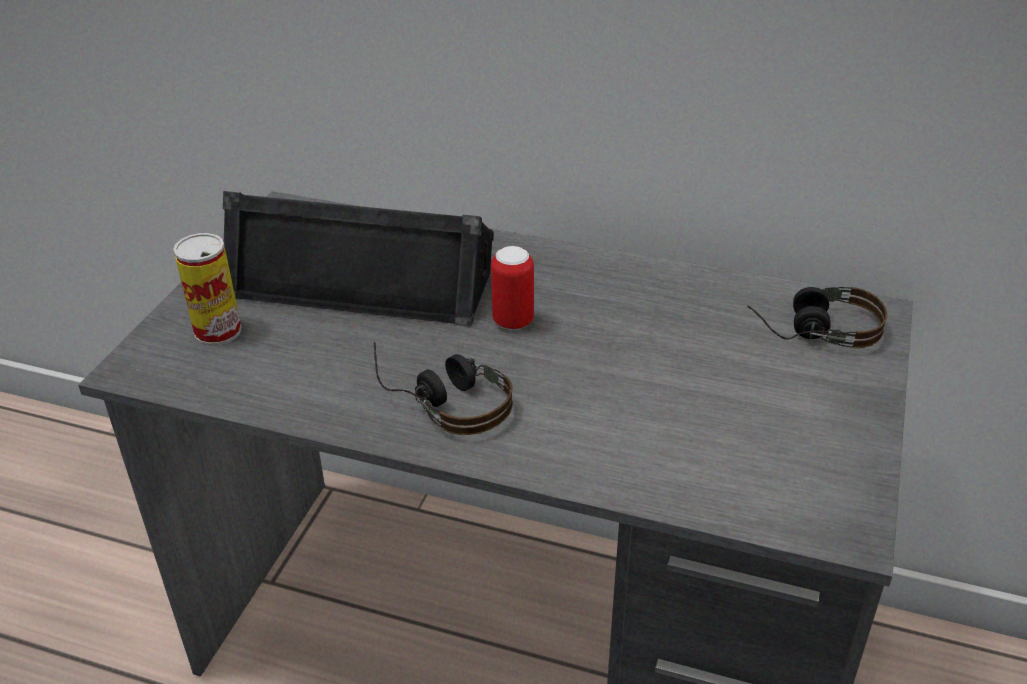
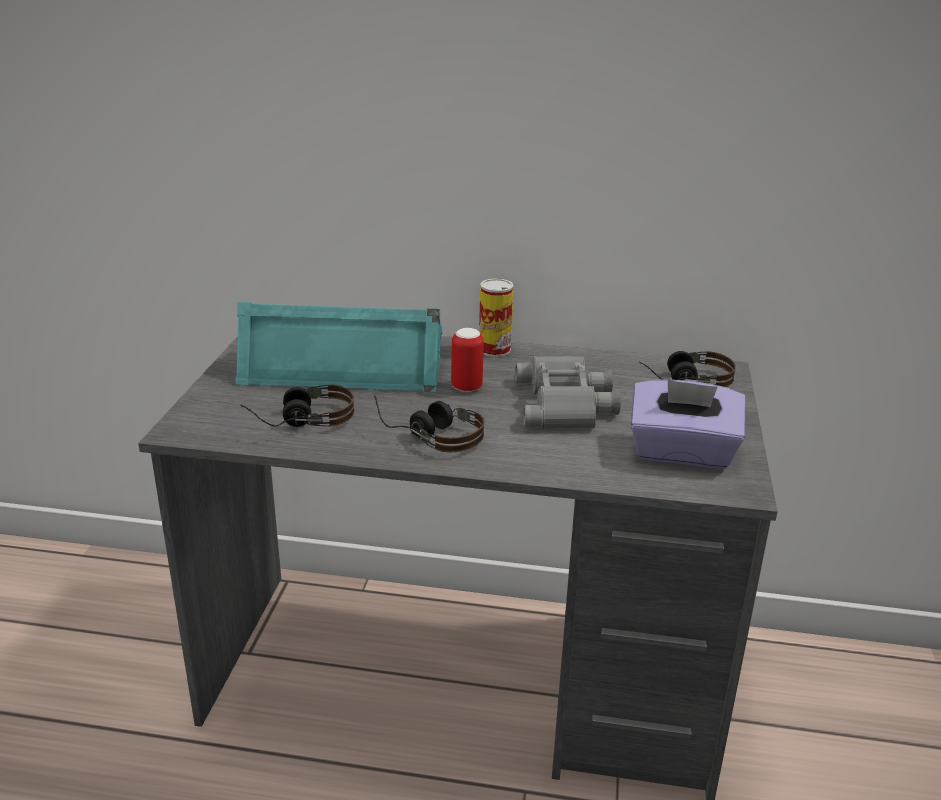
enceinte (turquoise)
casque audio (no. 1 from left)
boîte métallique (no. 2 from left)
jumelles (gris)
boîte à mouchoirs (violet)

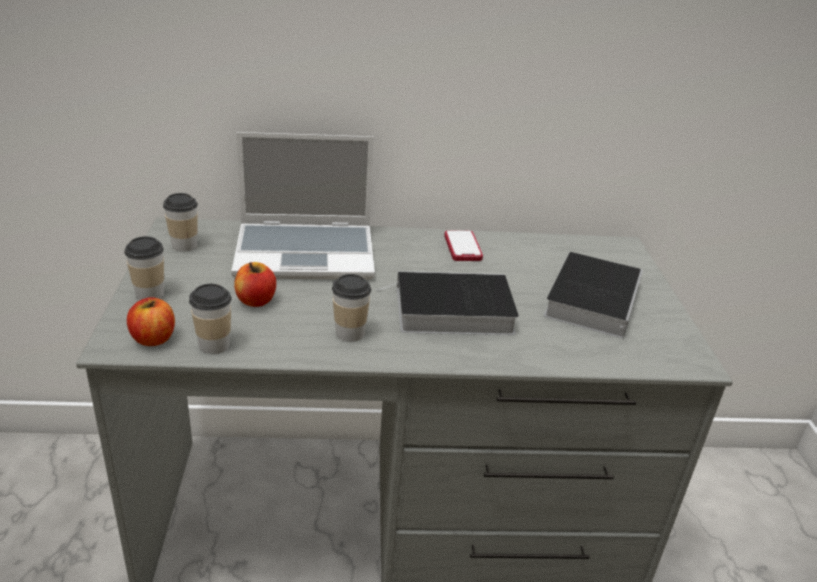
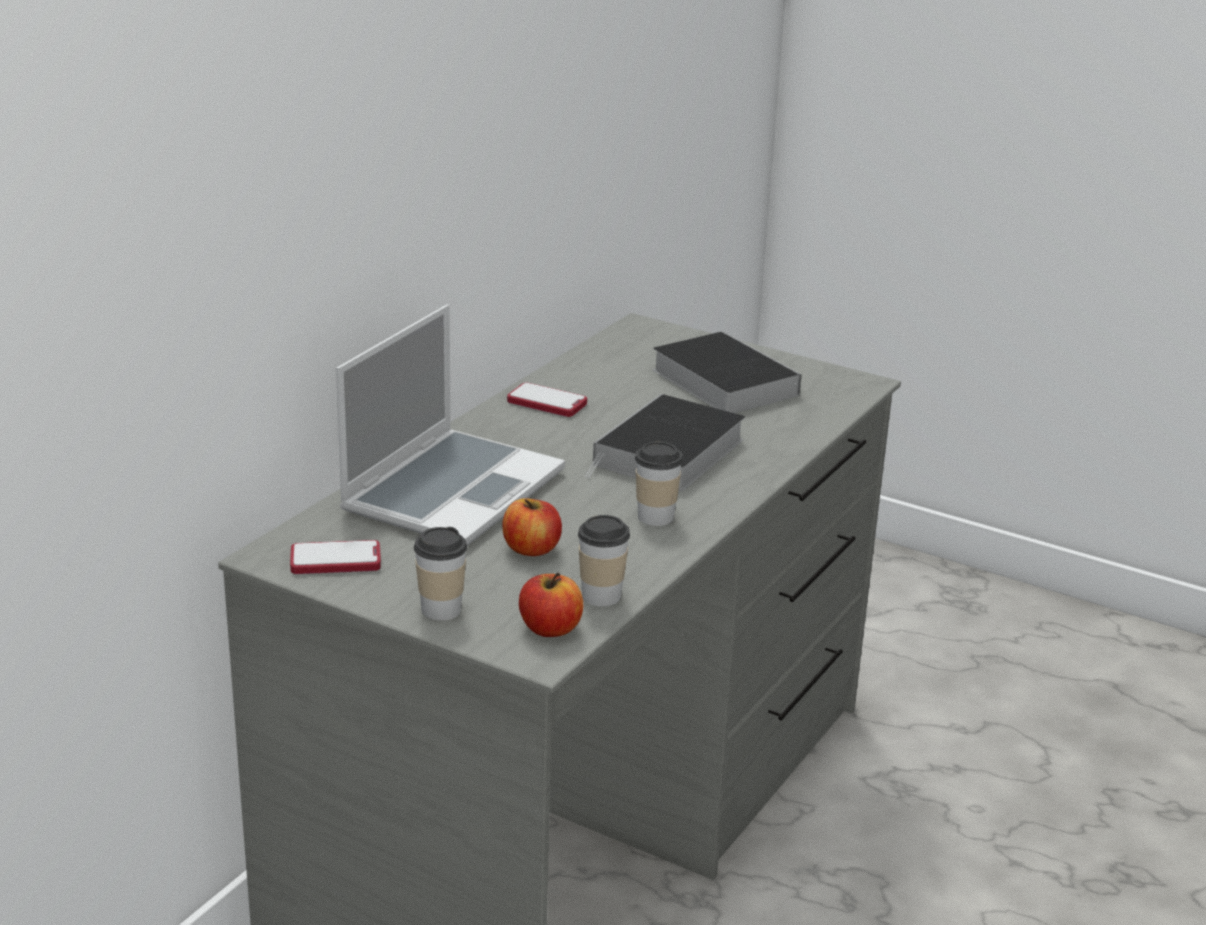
téléphone (no. 1 from left)

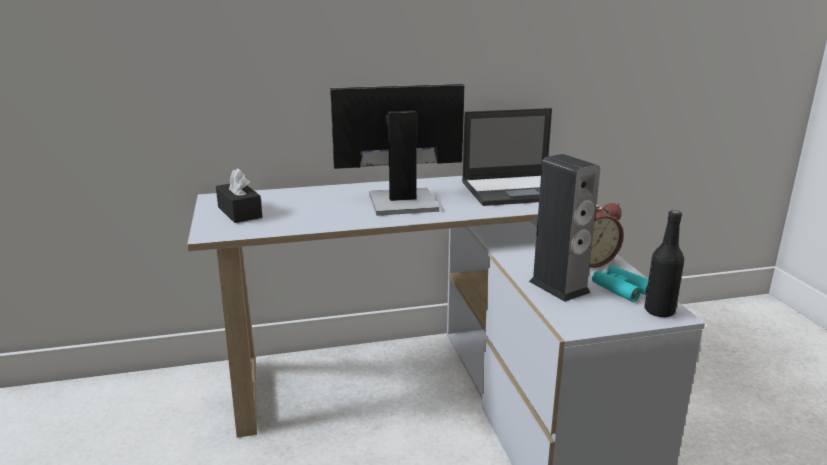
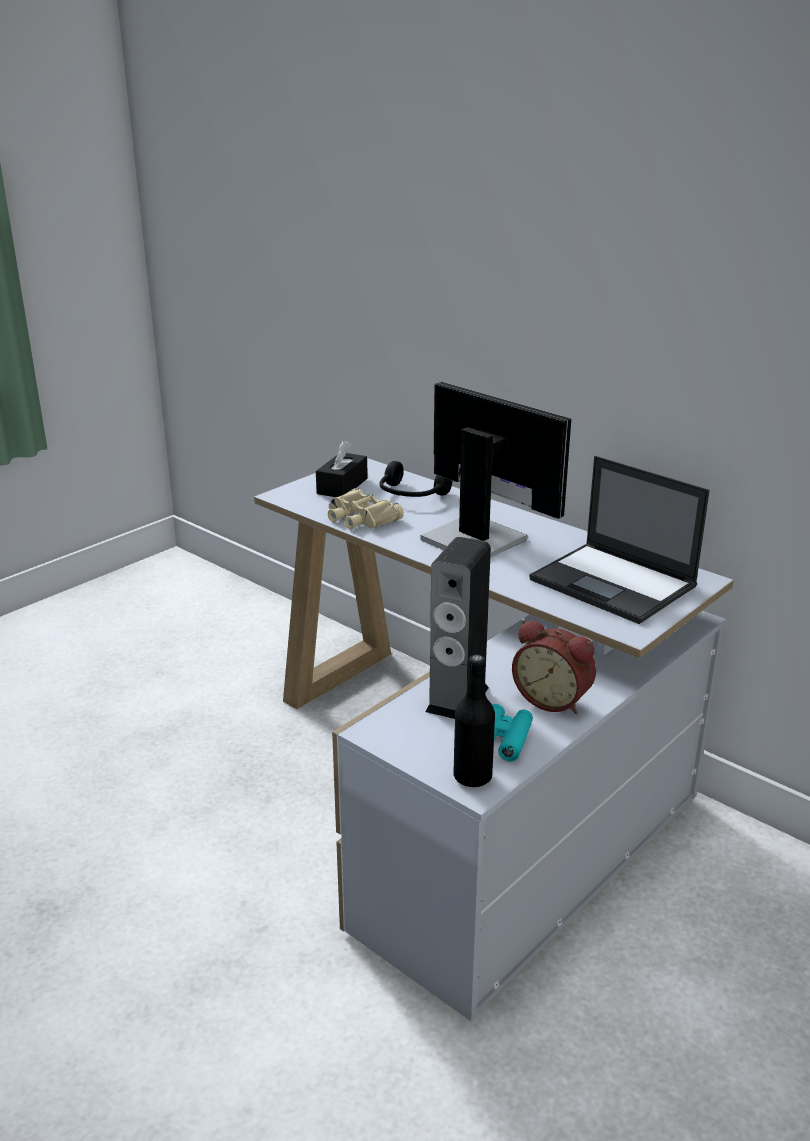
jumelles (beige)
casque audio (noir)

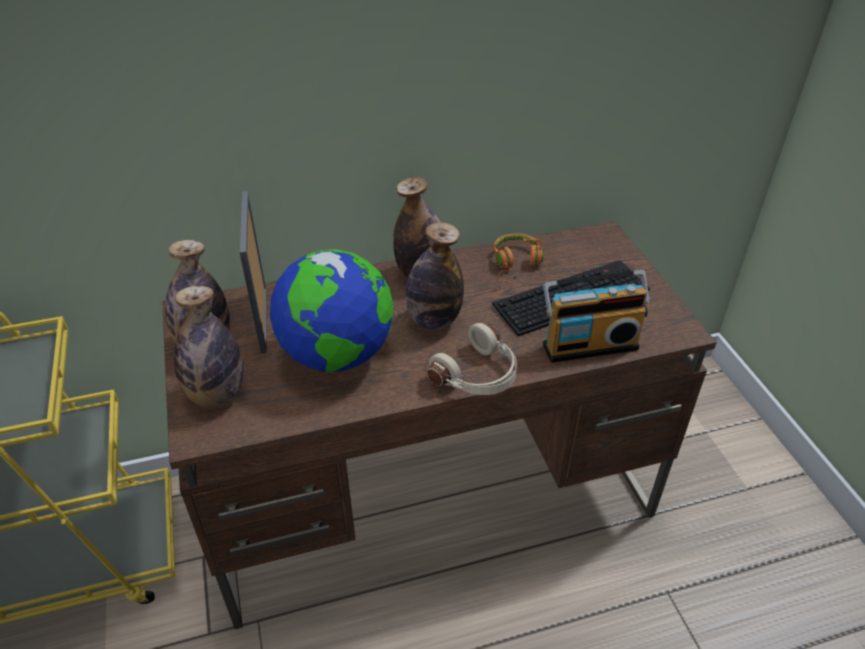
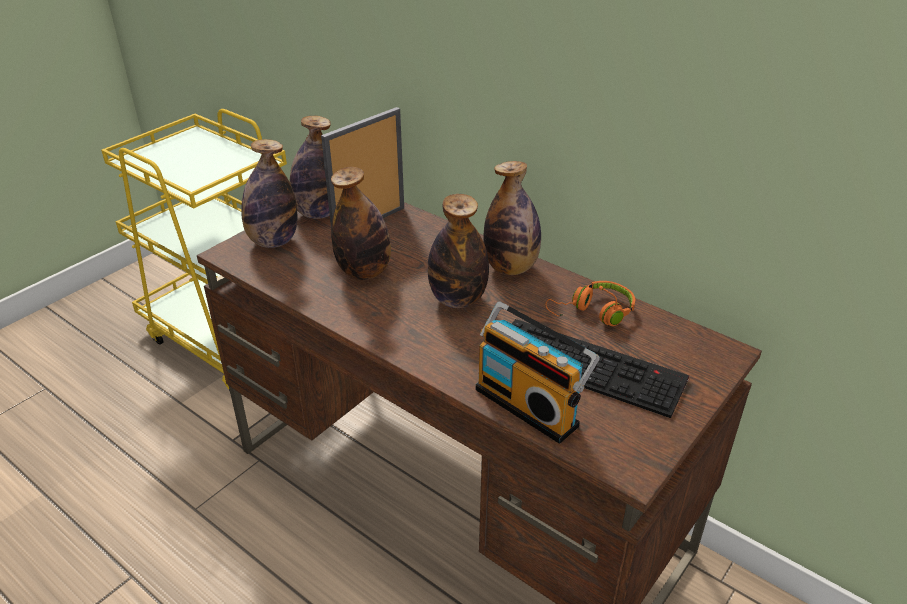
bouteille (no. 3 from left)
casque audio (beige)

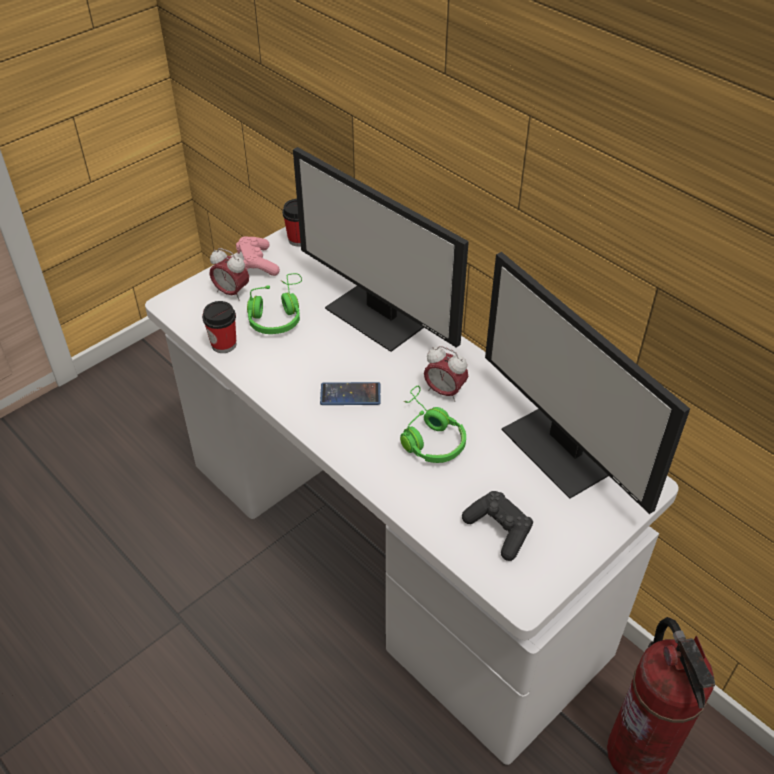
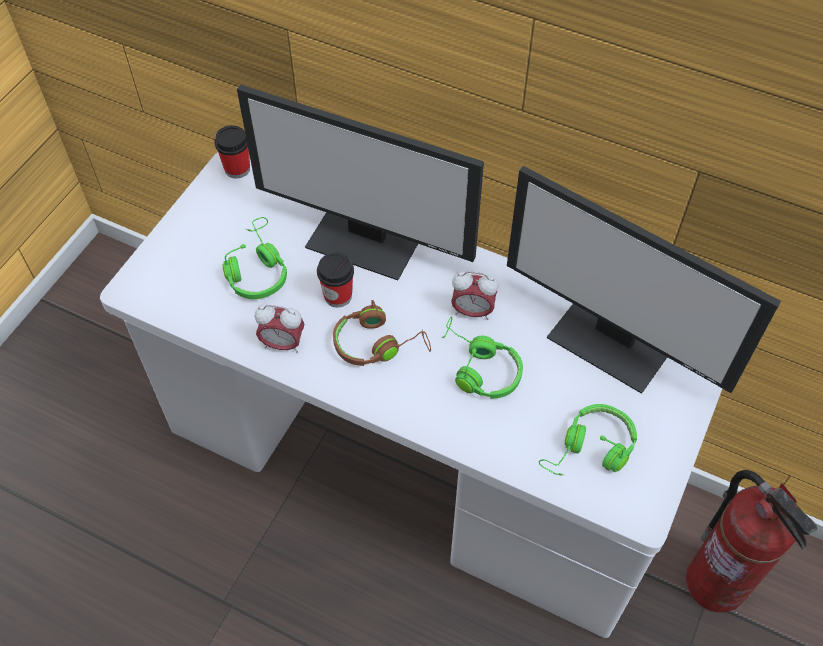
réveil (no. 1 from left)
tasse (no. 2 from left)
casque audio (marron)
casque audio (vert) (no. 3 from left)
manette (rose)

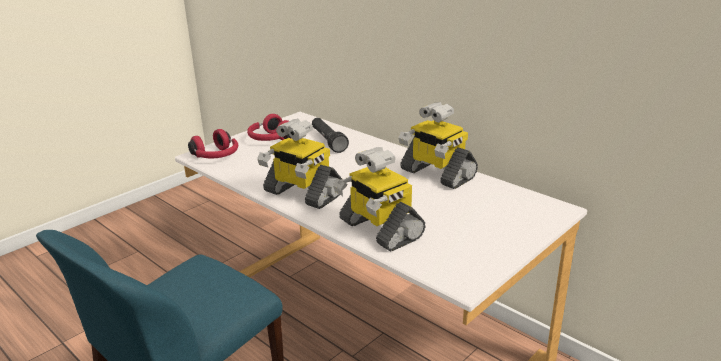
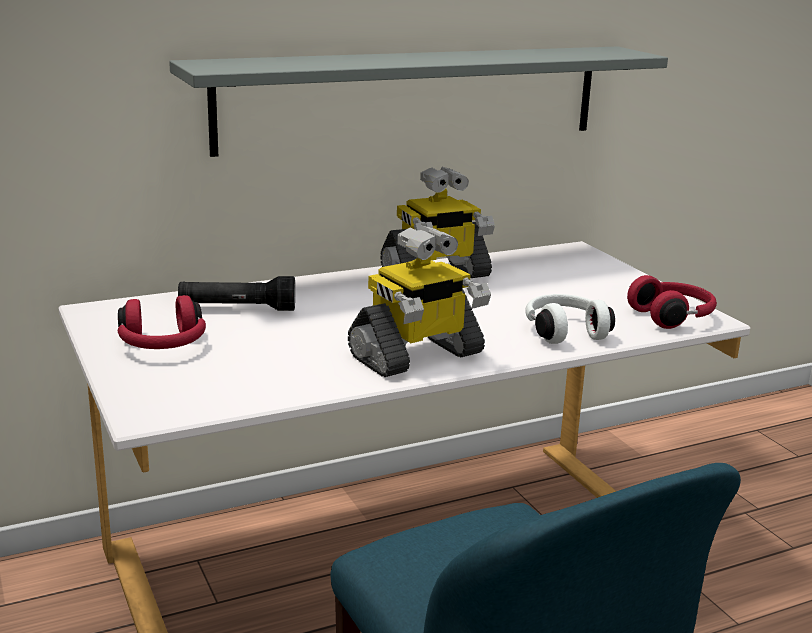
étagère (gris)
casque audio (blanc)
casque audio (rouge) (no. 2 from left)

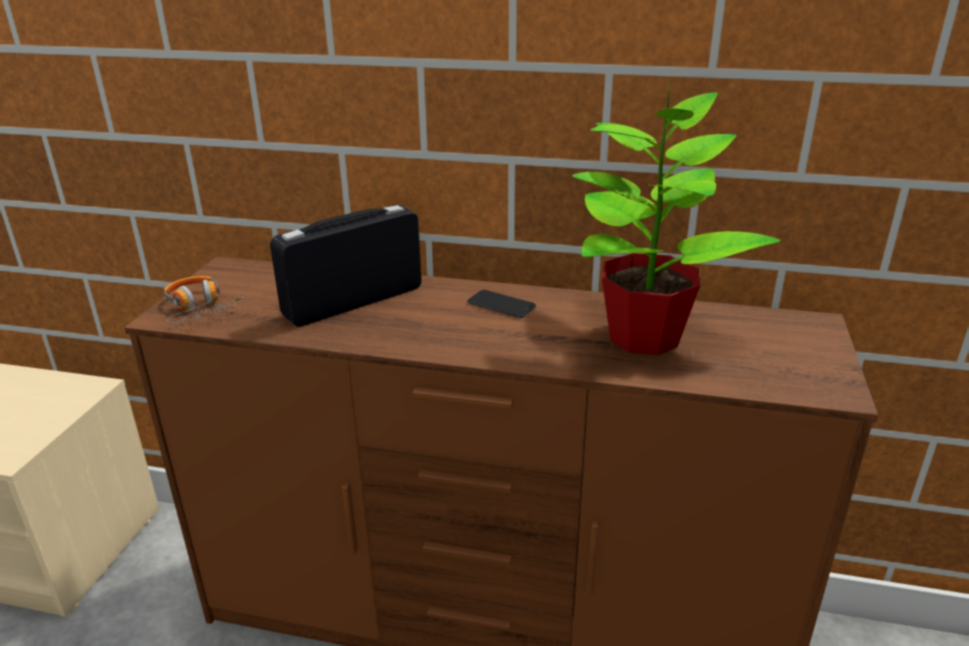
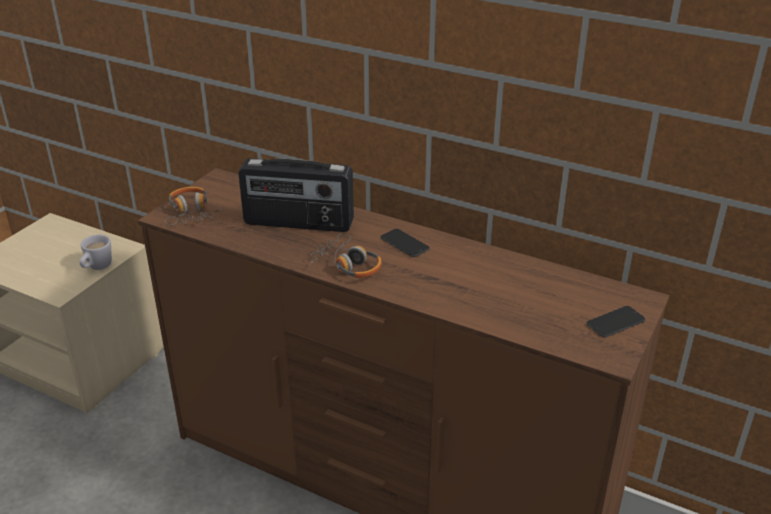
mug (blanc)
radio
casque audio (no. 2 from left)
téléphone (no. 2 from left)
plante en pot

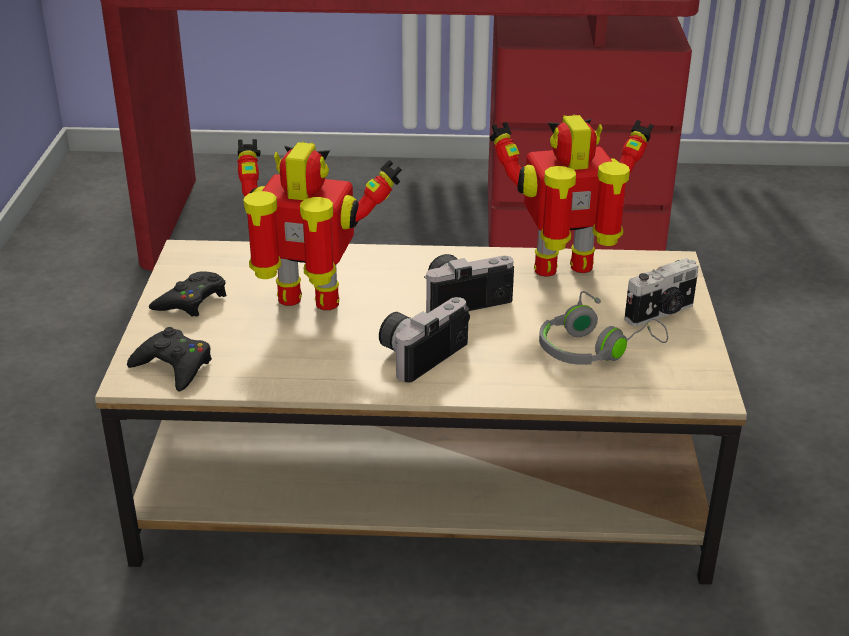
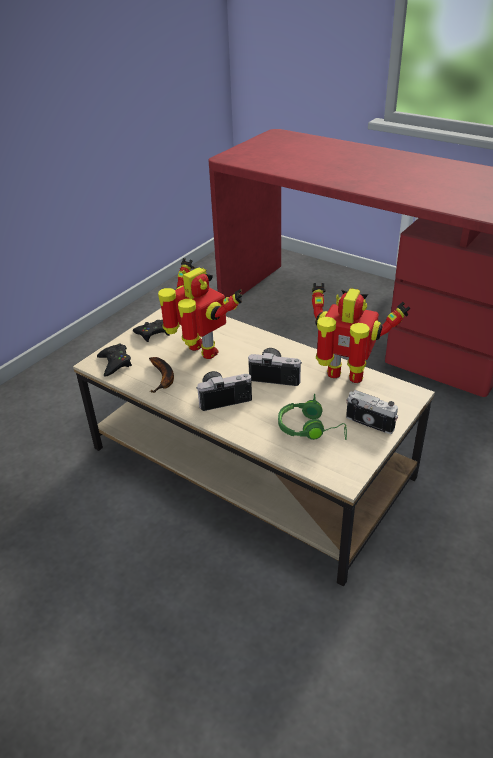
banane
casque audio (vert)
appareil photo (no. 3 from left)

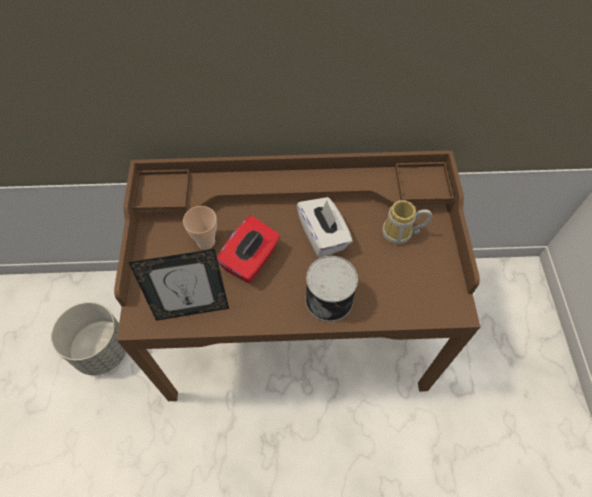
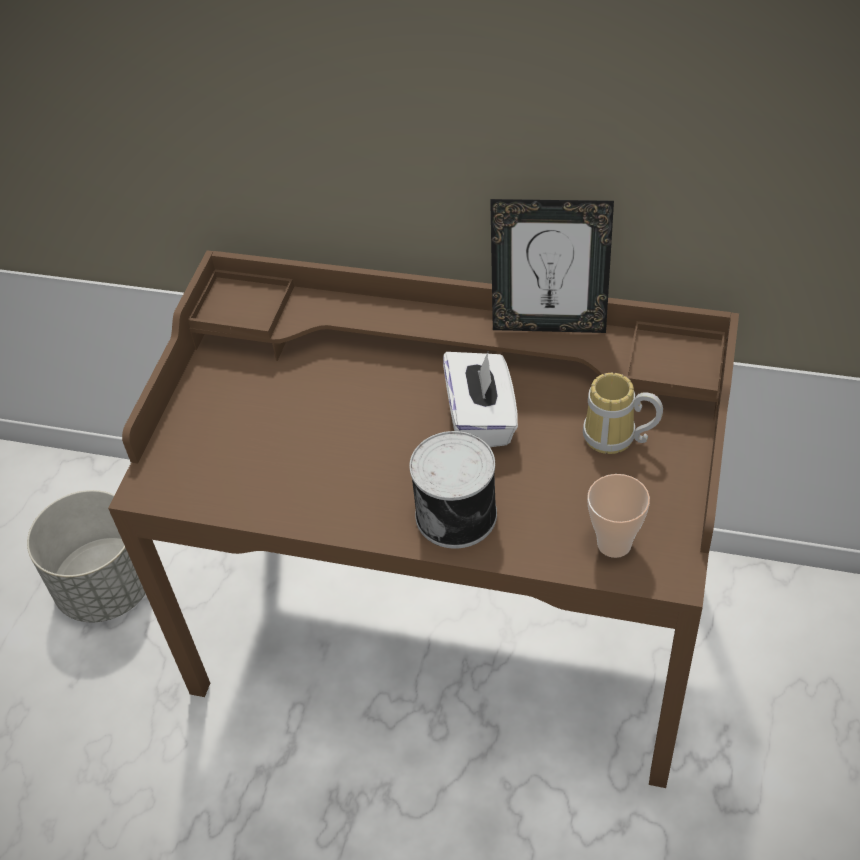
cadre photo
tasse
boîte à mouchoirs (rouge)

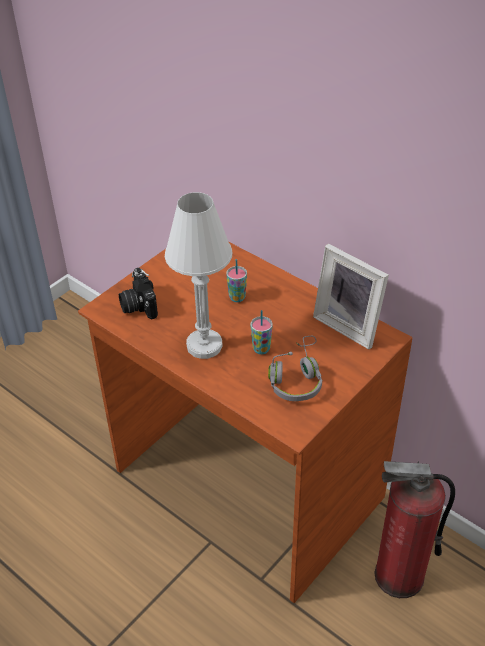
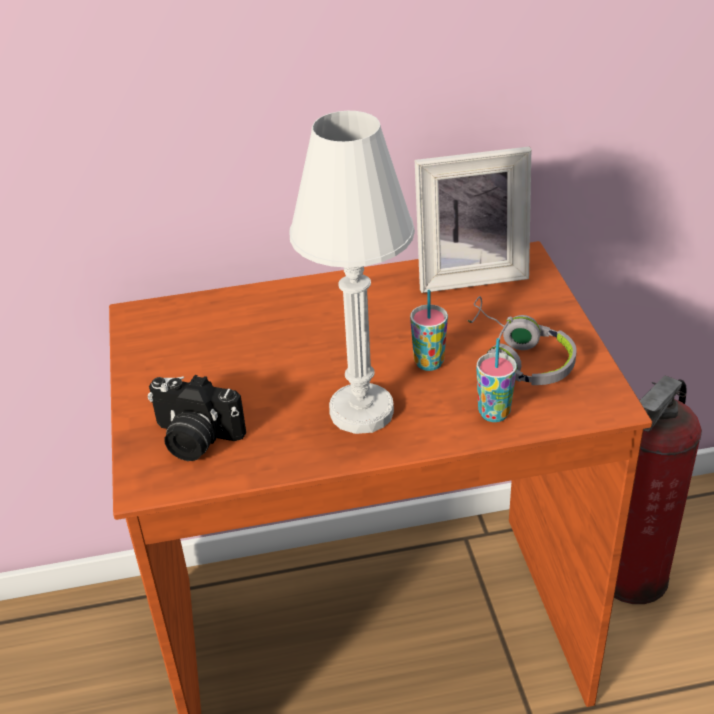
tasse (no. 2 from left)

